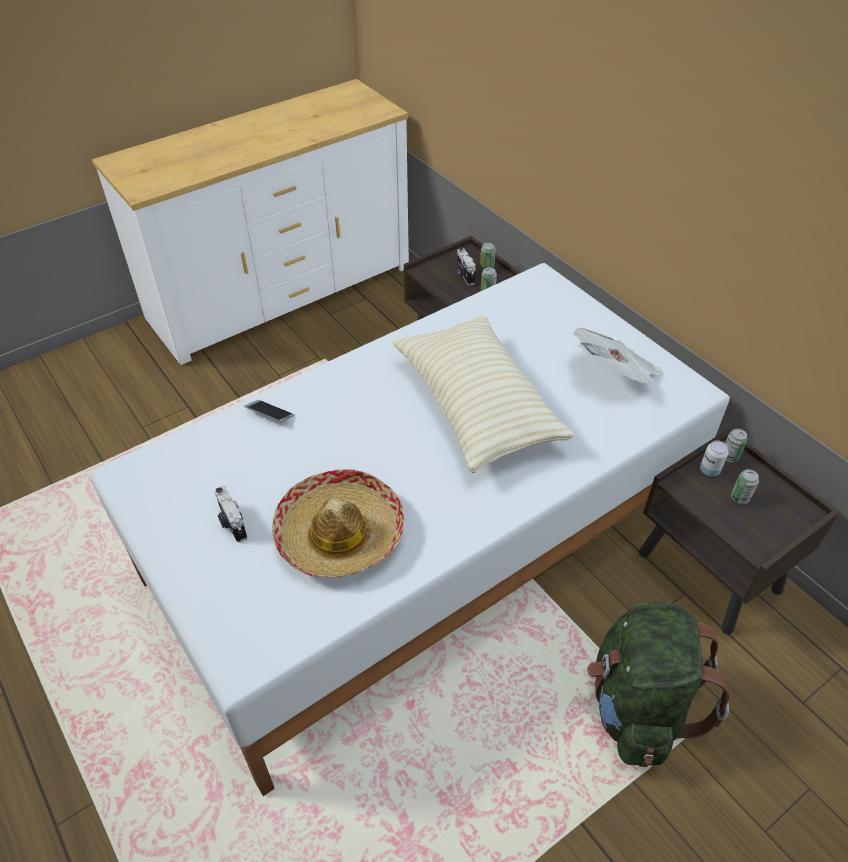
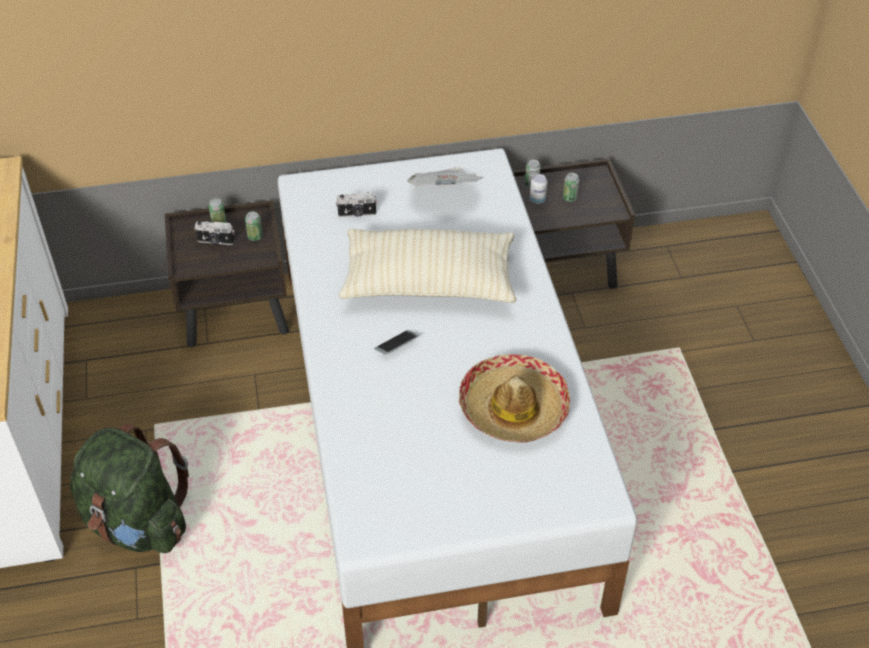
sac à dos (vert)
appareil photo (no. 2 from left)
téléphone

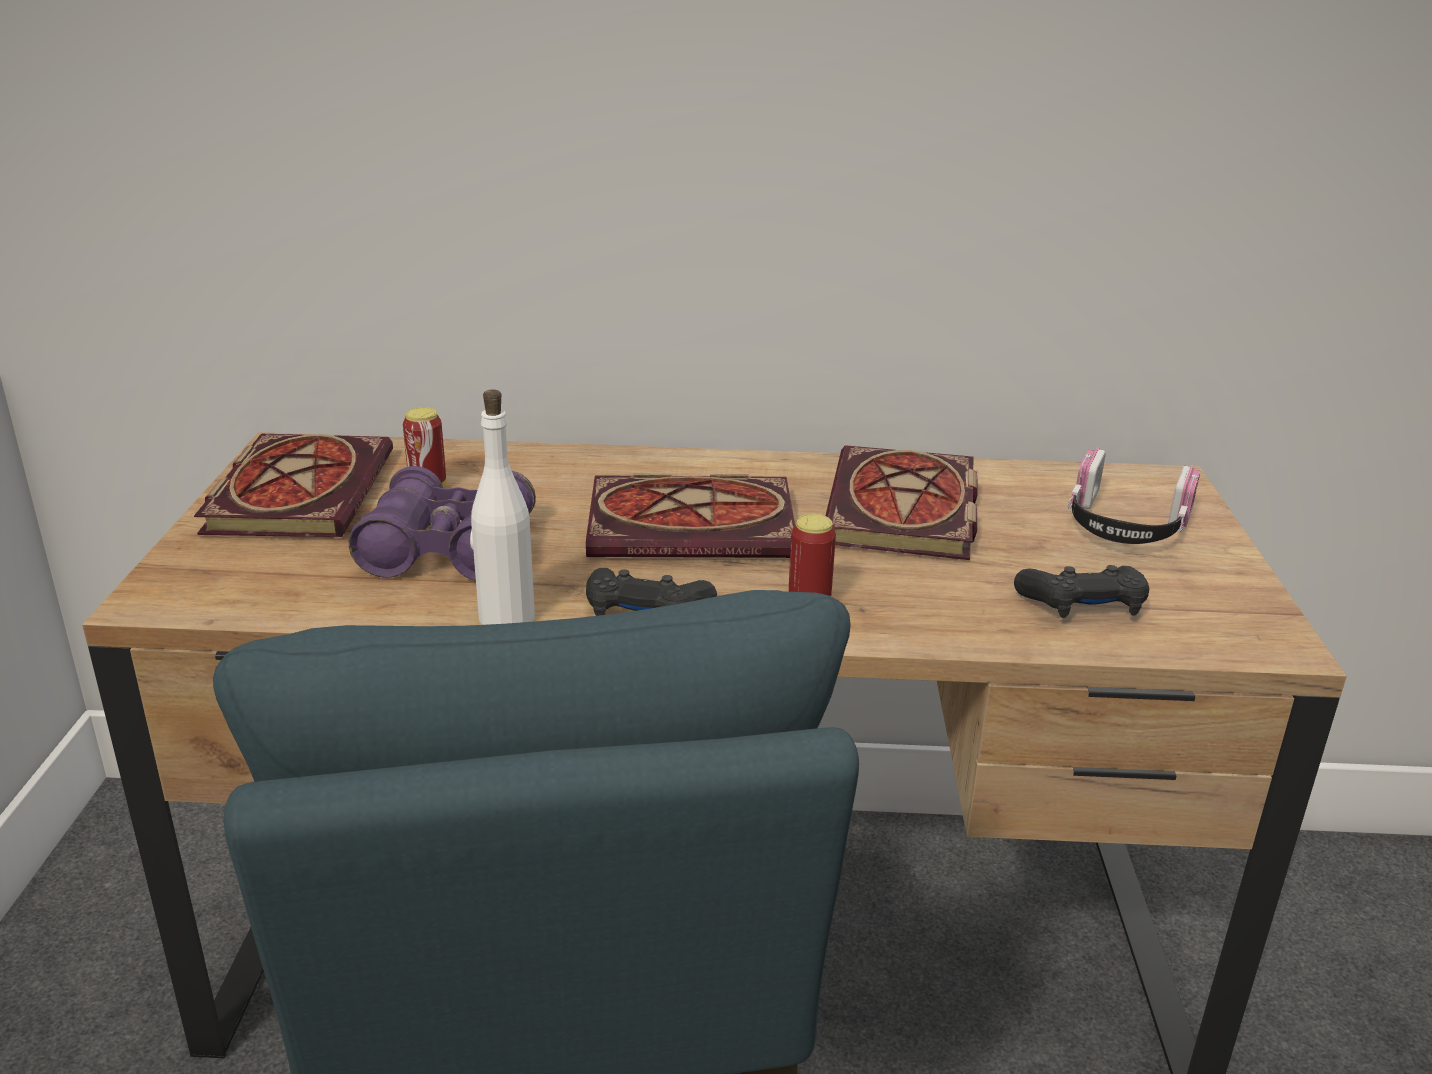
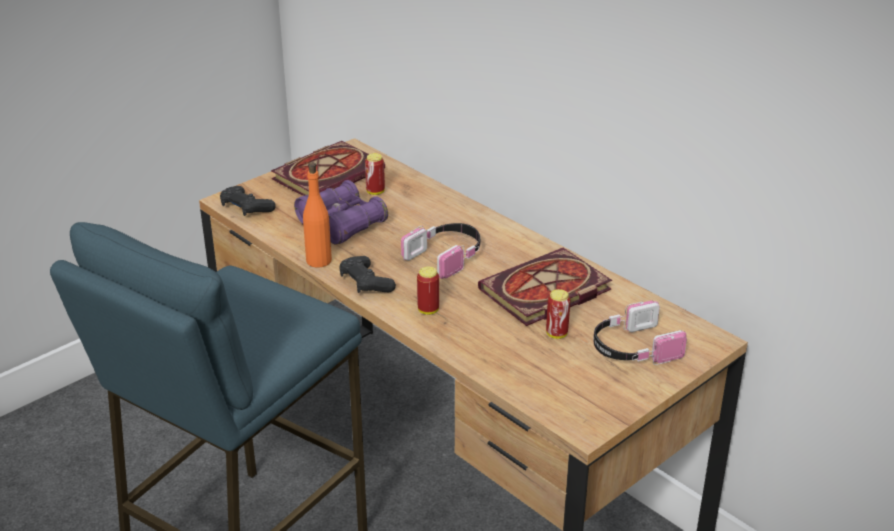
manette (noir) (no. 1 from left)
bouteille (orange)
casque audio (no. 1 from left)
boîte métallique (no. 3 from left)

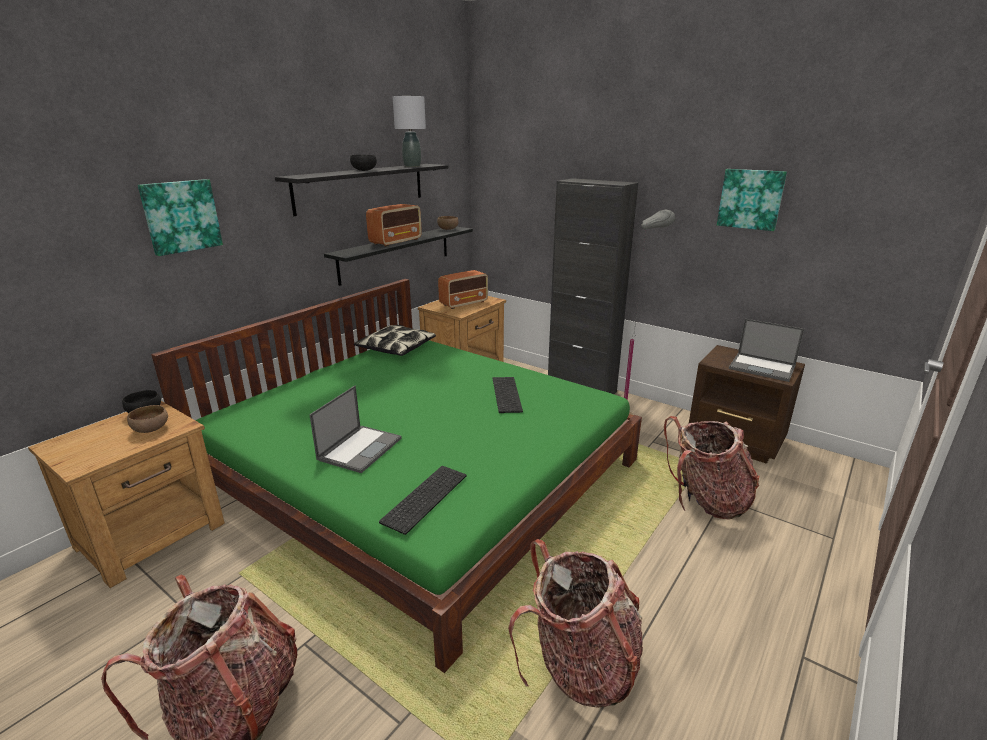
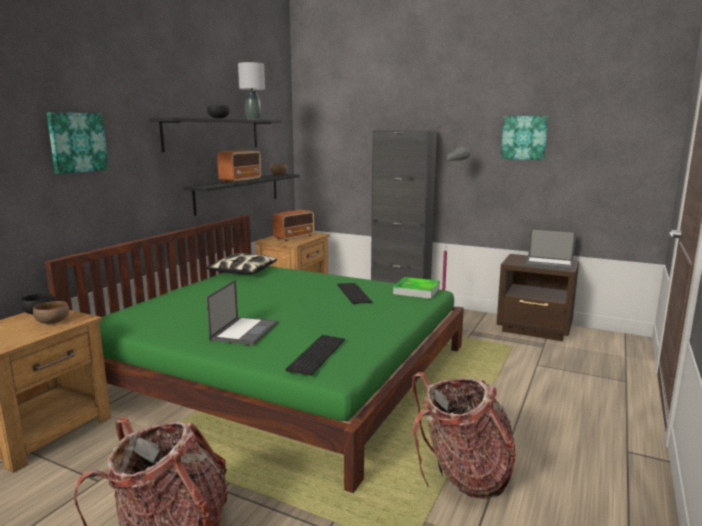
plateau
sac à dos (no. 3 from left in the first image)

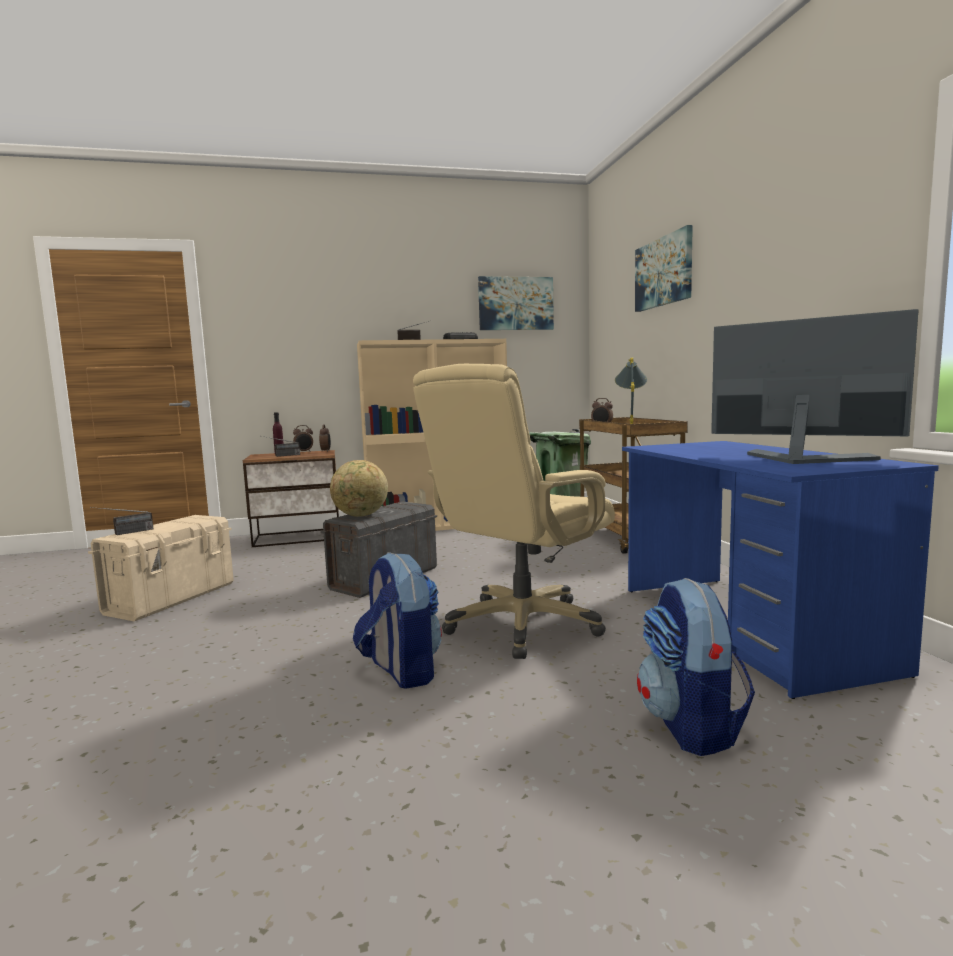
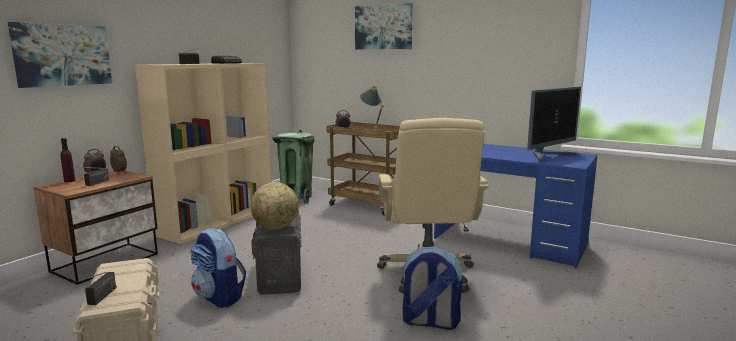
tableau (no. 1 from left)
sac à dos (no. 1 from left)
écran d'ordinateur

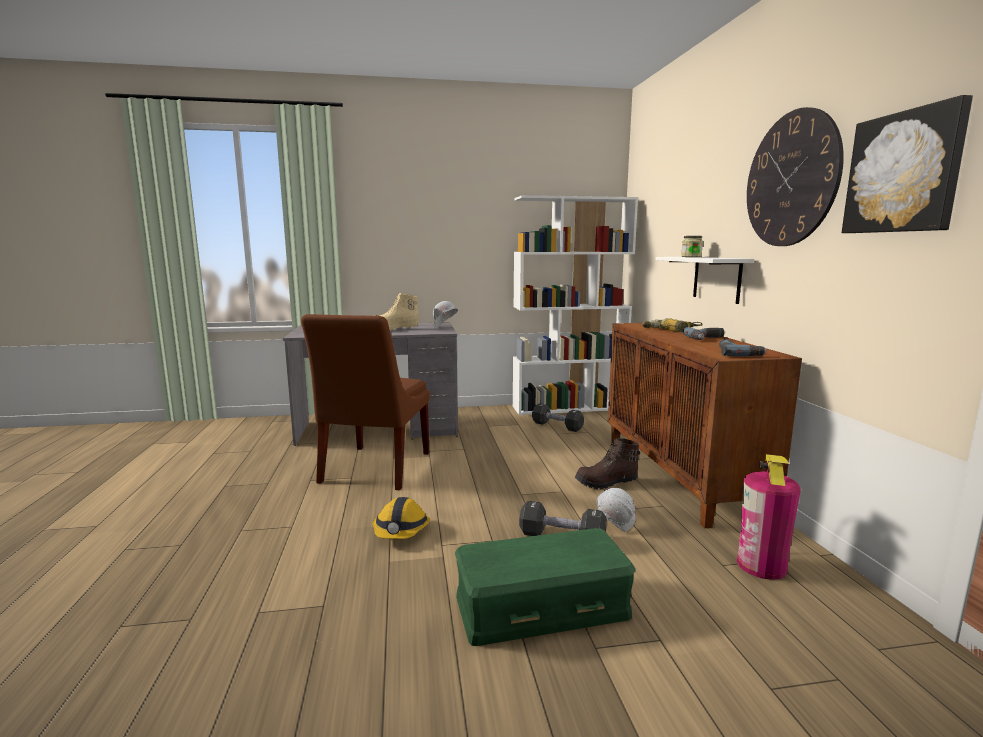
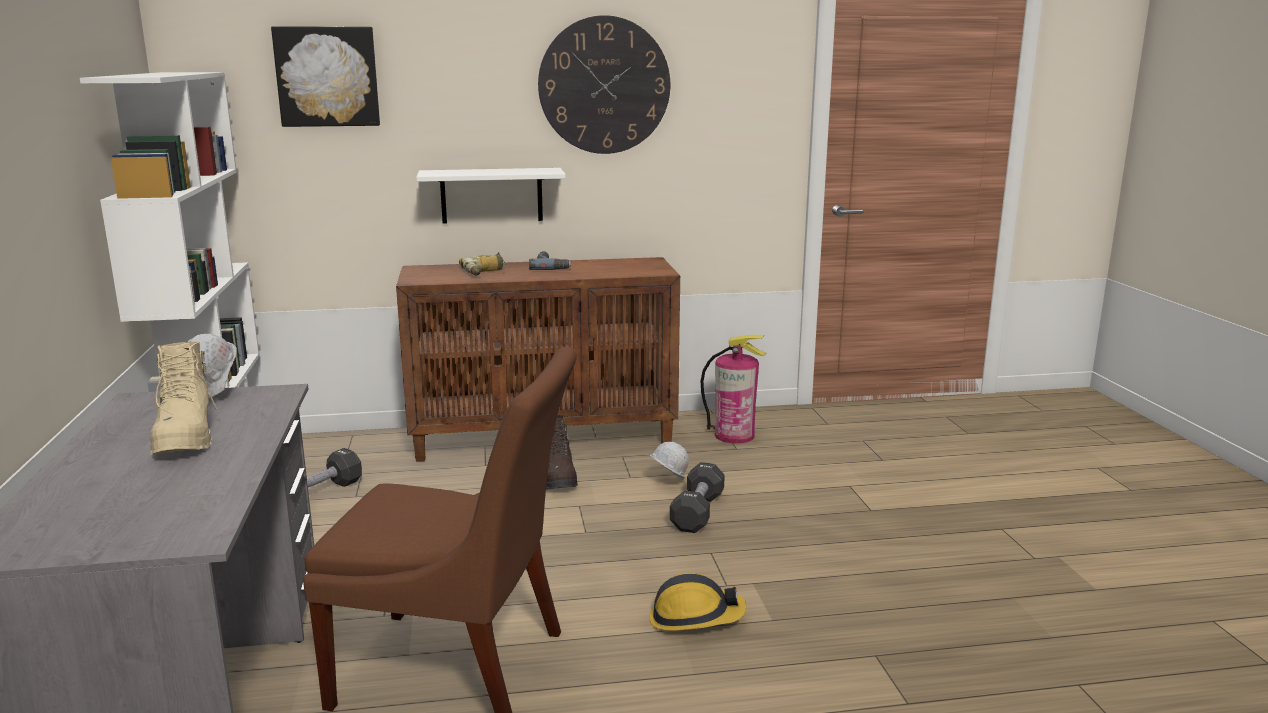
tableau
boîte de rangement (vert)
bocal
perceuse (no. 3 from left in the first image)

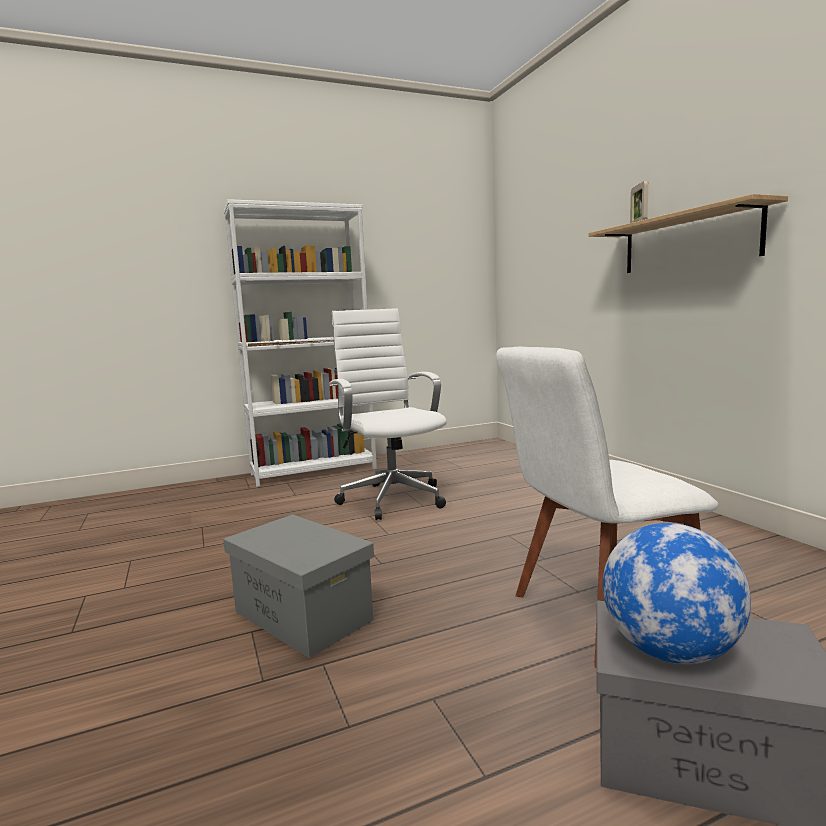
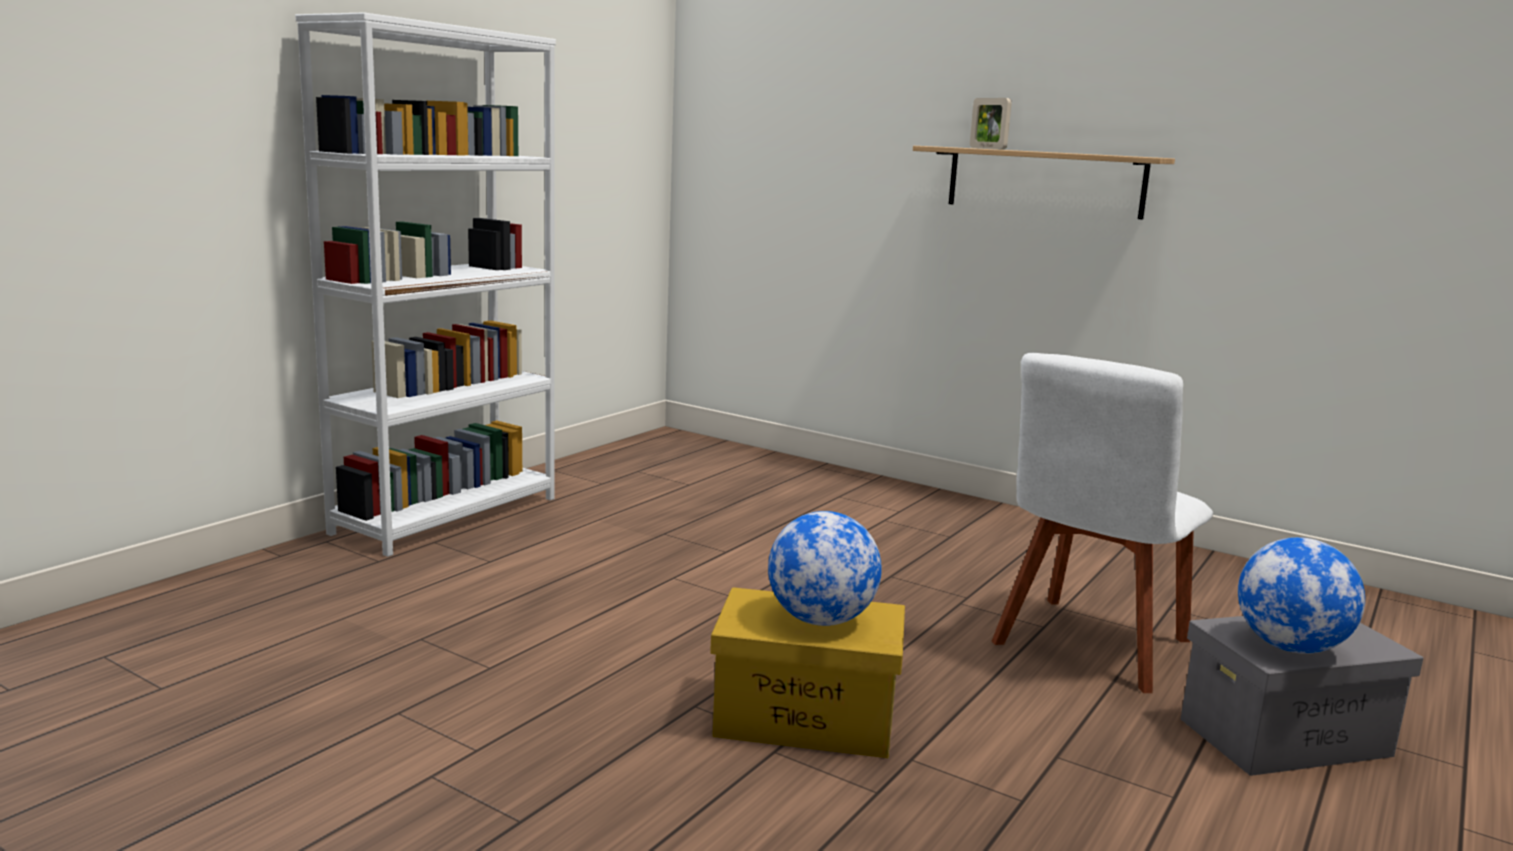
boîte de rangement (jaune)
globe (no. 1 from left)
chaise de bureau (blanc)

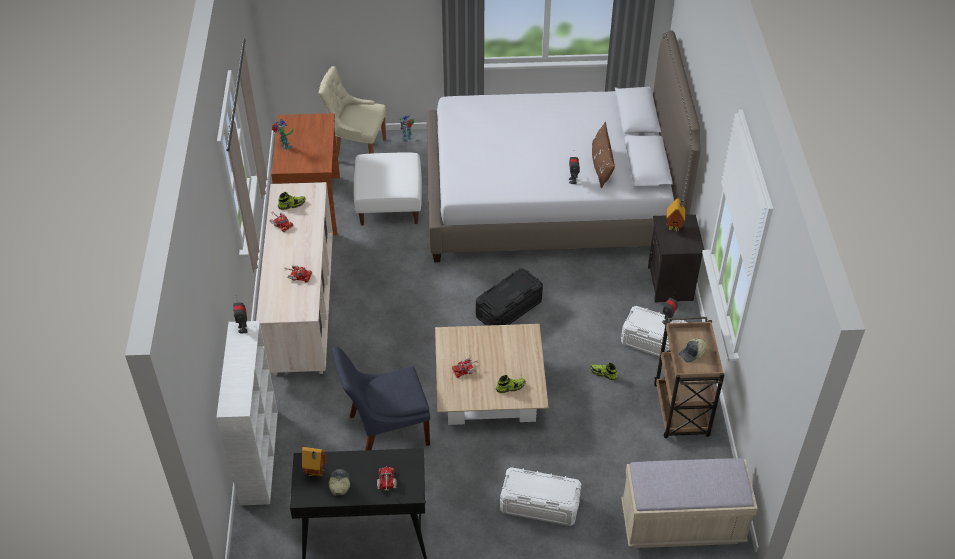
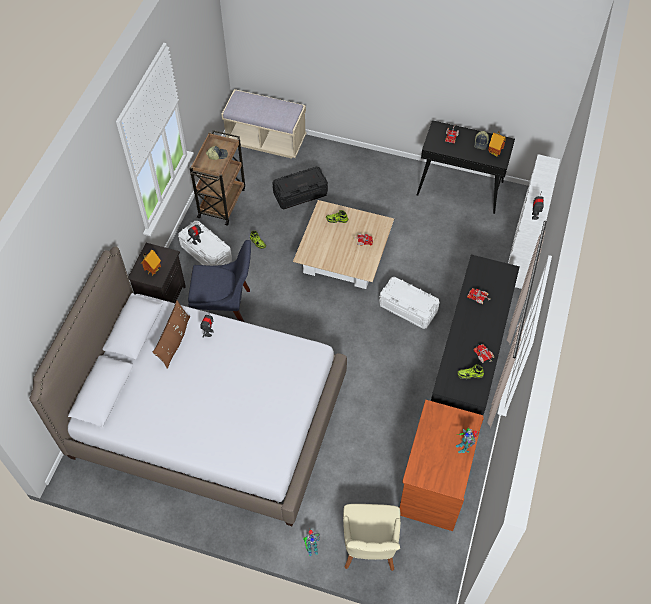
chaise (bleu)
boîte de rangement (noir)
chaise (beige)
boîte de rangement (blanc) (no. 2 from left)
commode (noir)
pouf (blanc)

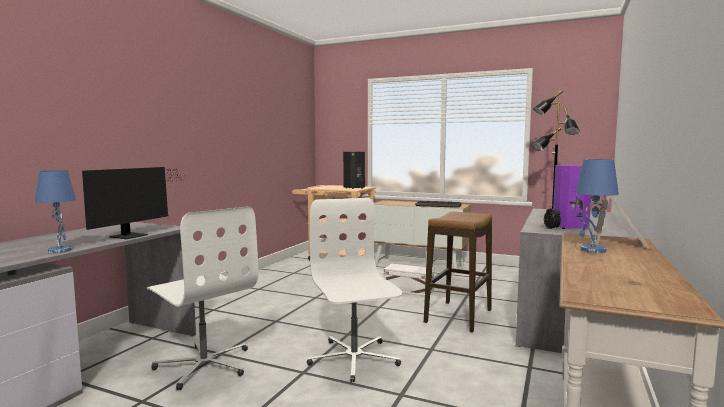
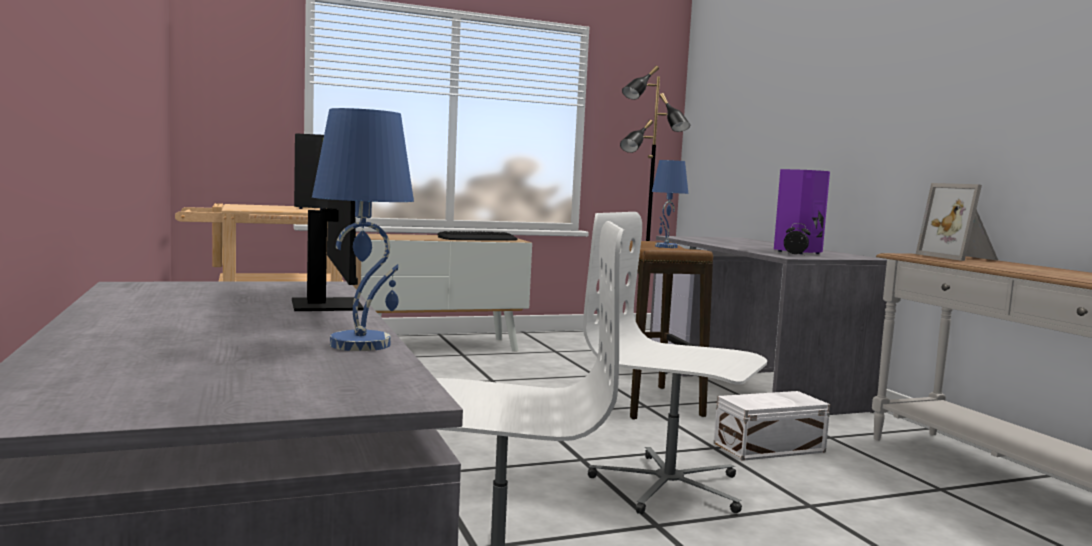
lampe de table (bleu) (no. 2 from left)
boîte de rangement (blanc)

